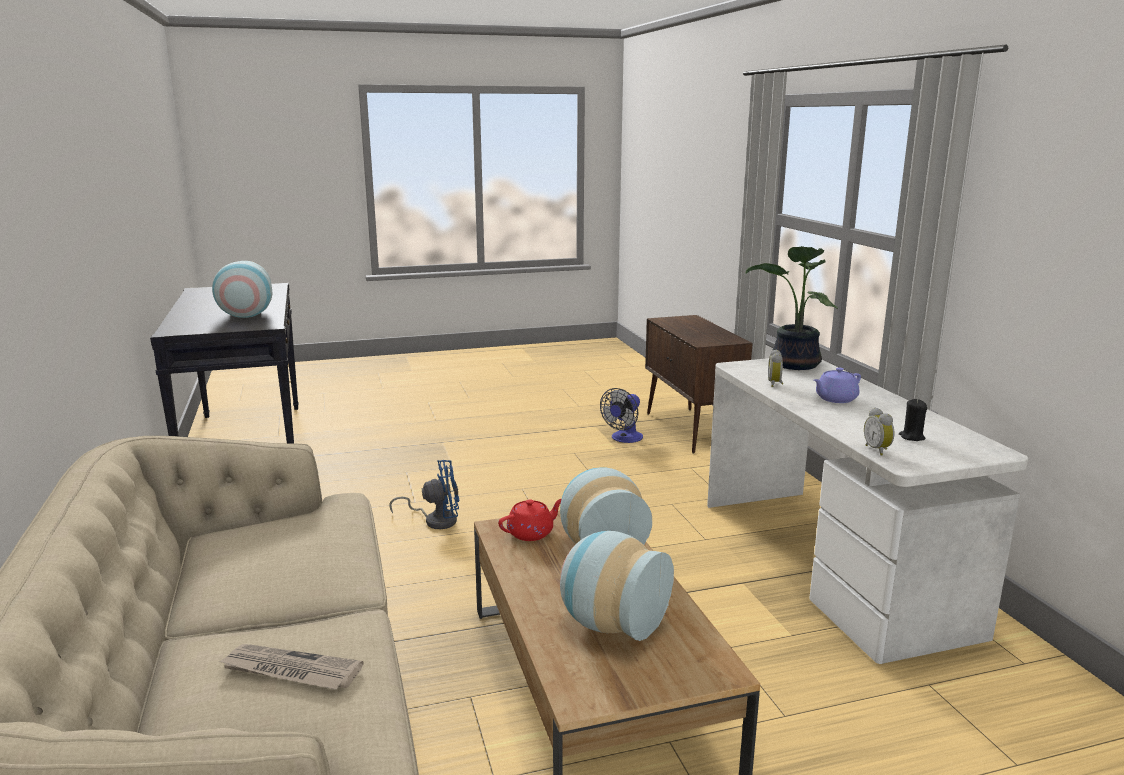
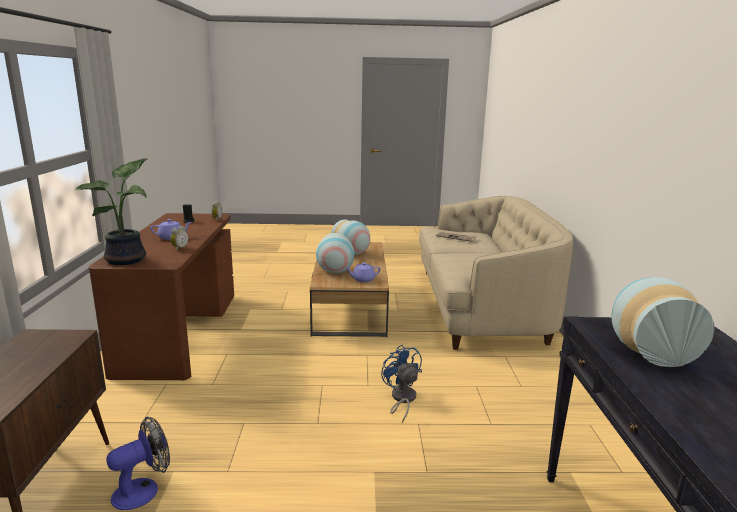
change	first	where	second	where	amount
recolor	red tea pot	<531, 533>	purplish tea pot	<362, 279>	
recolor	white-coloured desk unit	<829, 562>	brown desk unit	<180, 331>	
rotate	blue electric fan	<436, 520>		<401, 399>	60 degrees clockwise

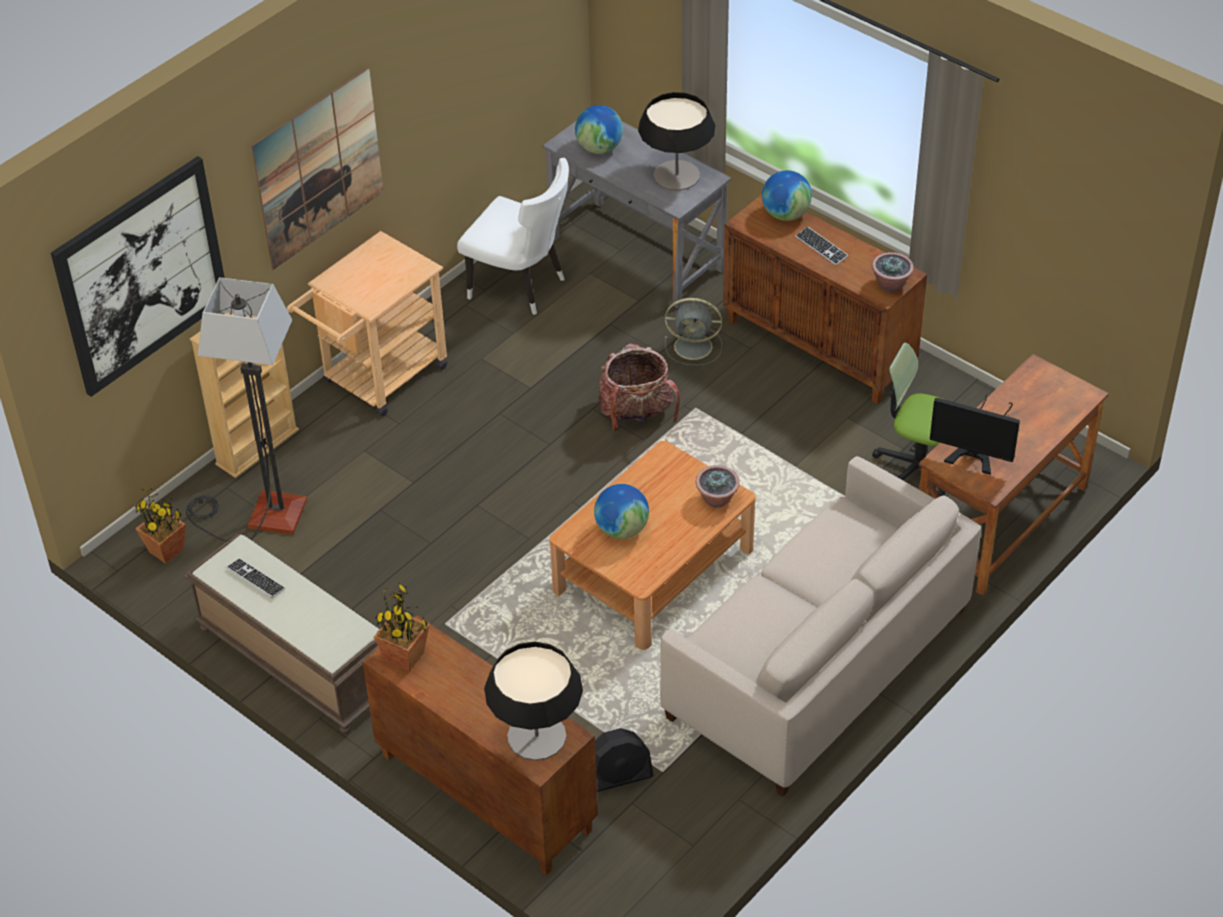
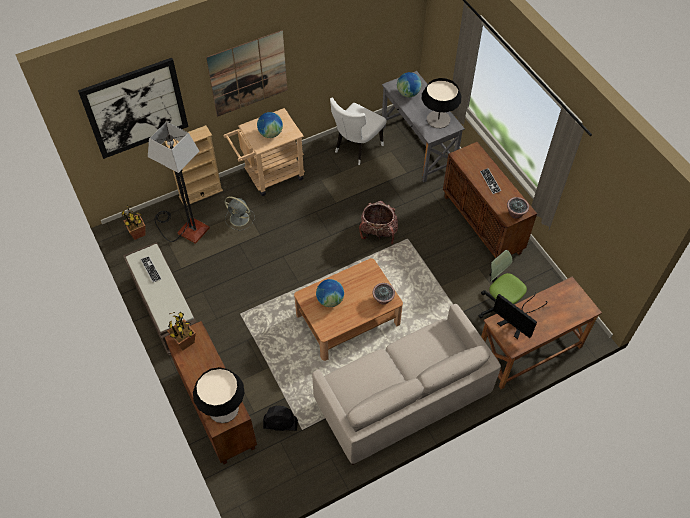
change	first	where	second	where	amount
move	gray electric fan	<695, 347>		<240, 219>	
move	globe	<785, 214>		<270, 133>	
rotate	white-coloured plain chair	<521, 287>		<356, 148>	75 degrees clockwise

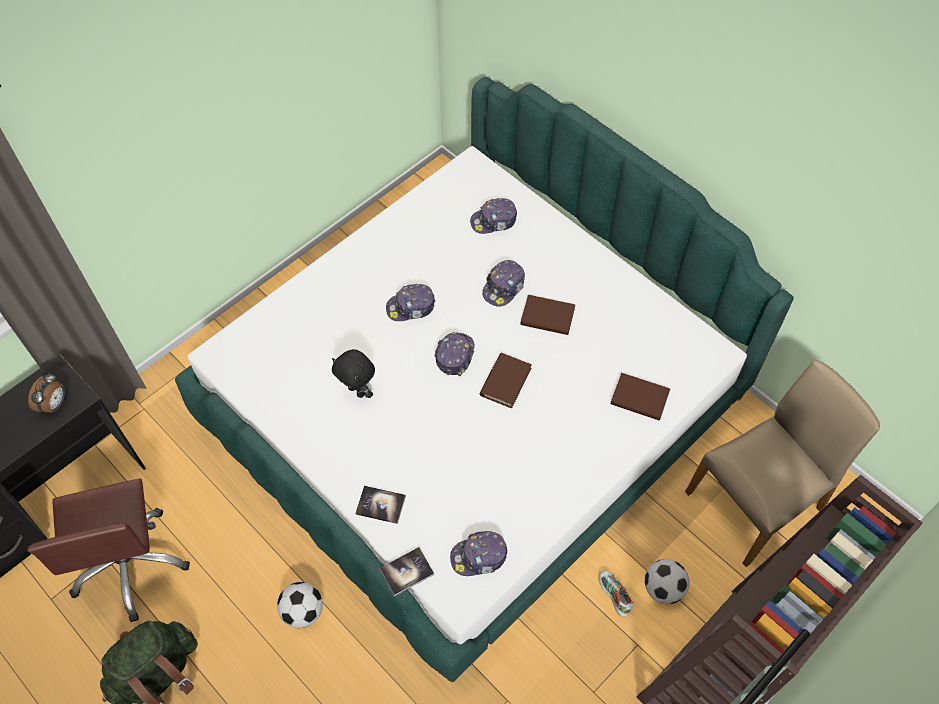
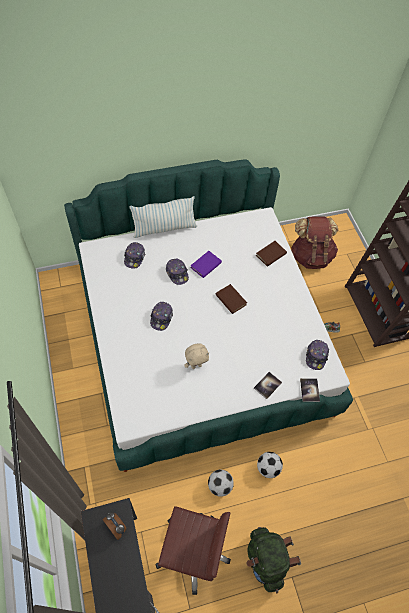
change	first	where	second	where	amount
delete	baseball cap	<454, 355>			
insert			pillow	<164, 228>	
move	ball for football	<663, 588>		<219, 485>	
replace	sand-coloured plain chair	<756, 501>	brown backpack	<310, 256>	
recolor	blackish cuddly toy	<358, 391>	sand-coloured cuddly toy	<196, 365>	
recolor	brown bound book	<547, 317>	purplish bound book	<206, 265>	

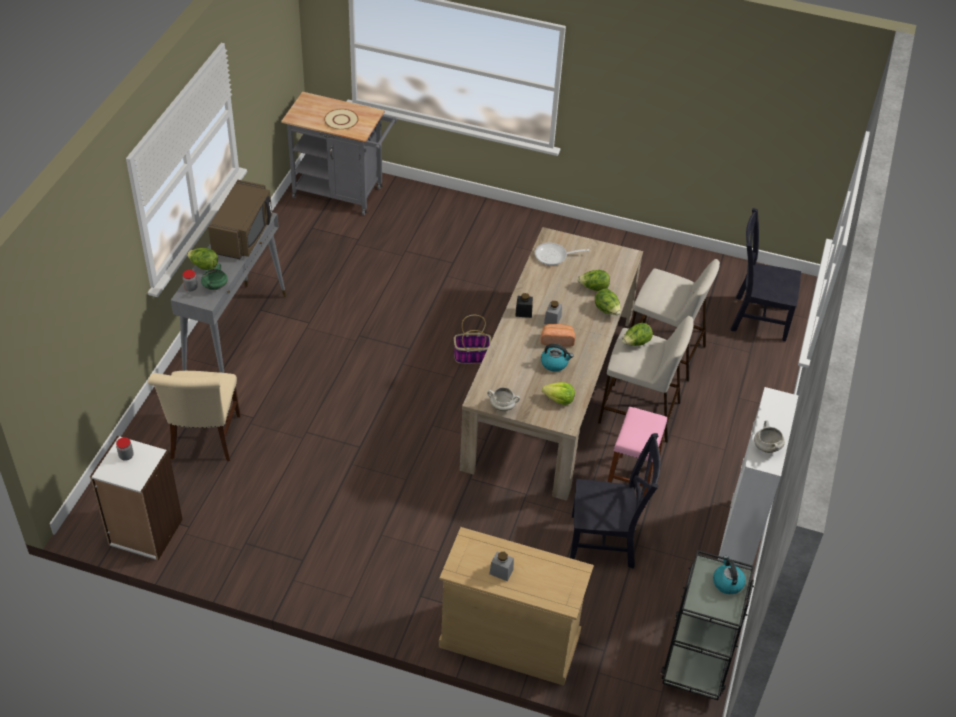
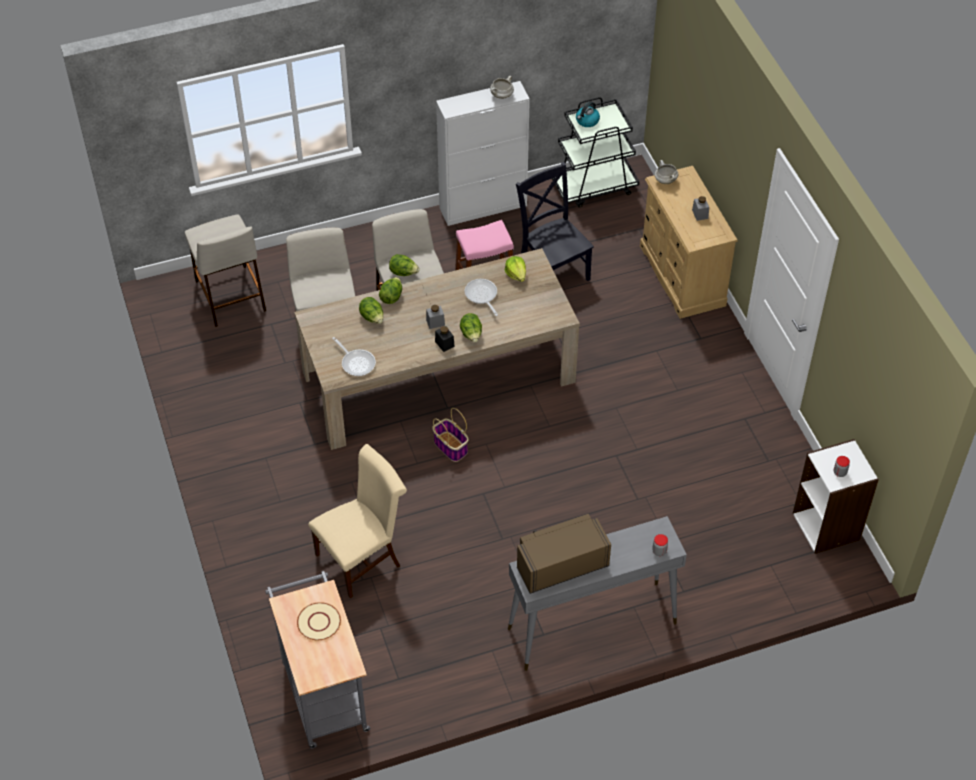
change	first	where	second	where	amount
delete	green-coloured stockpot	<215, 286>			
delete	baked bread	<557, 340>			
move	sand-coloured plain chair	<204, 440>		<362, 558>	
move	lettuce head	<204, 266>		<471, 335>	
move	white-coloured stockpot	<503, 406>		<665, 180>	
replace	kettle	<555, 363>	skillet	<482, 296>	
replace	blackish plain chair	<757, 317>	sand-coloured stool seat	<229, 295>	

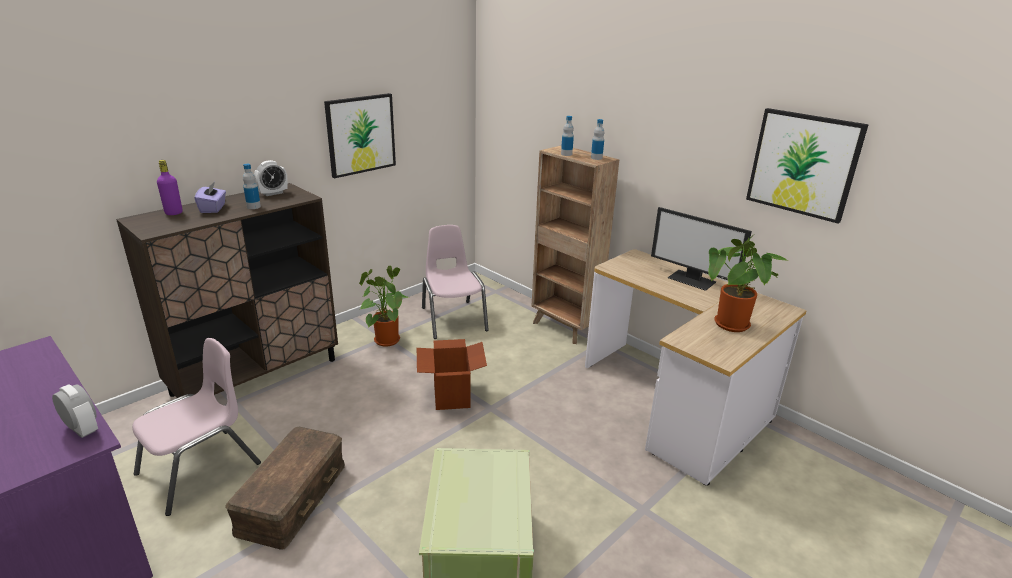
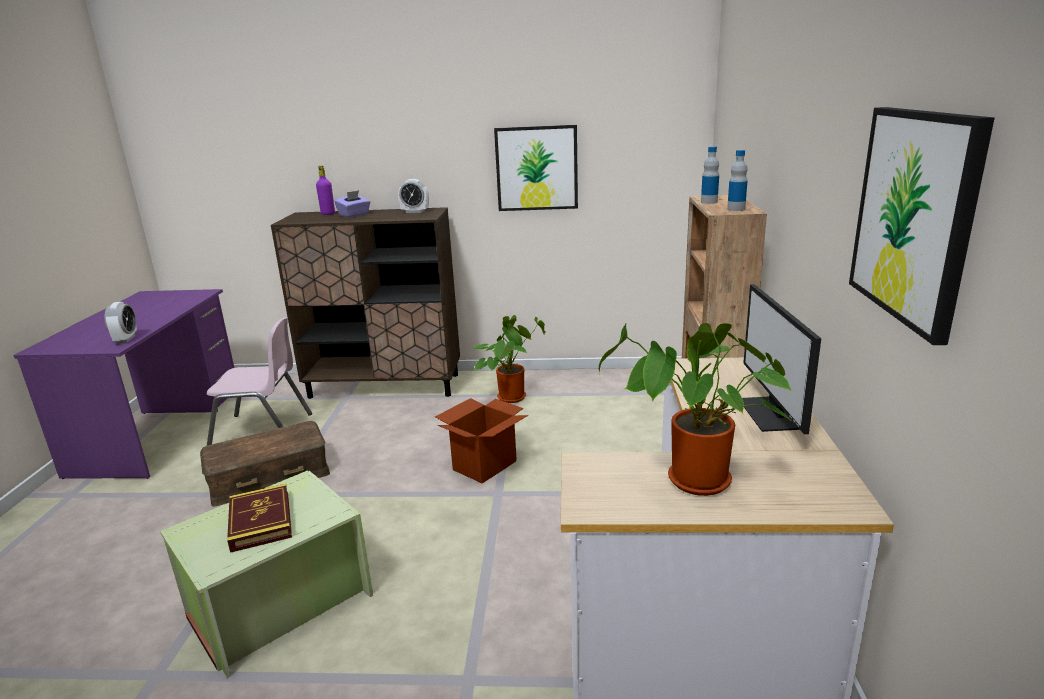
change	first	where	second	where	amount
delete	drink bottle	<253, 207>			
delete	pink-coloured plain chair	<453, 319>			
insert			bound book	<261, 521>	

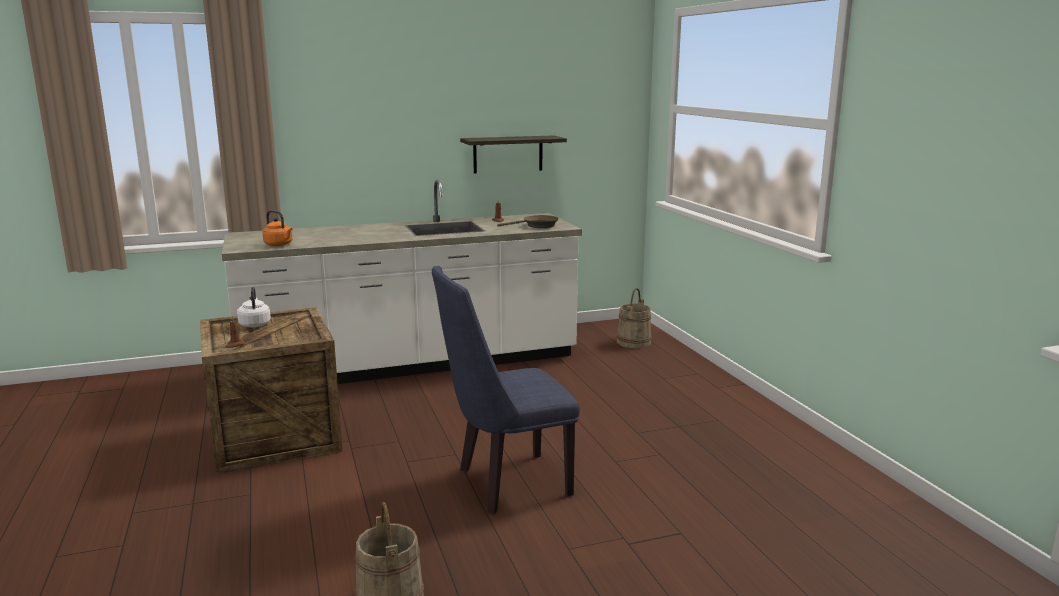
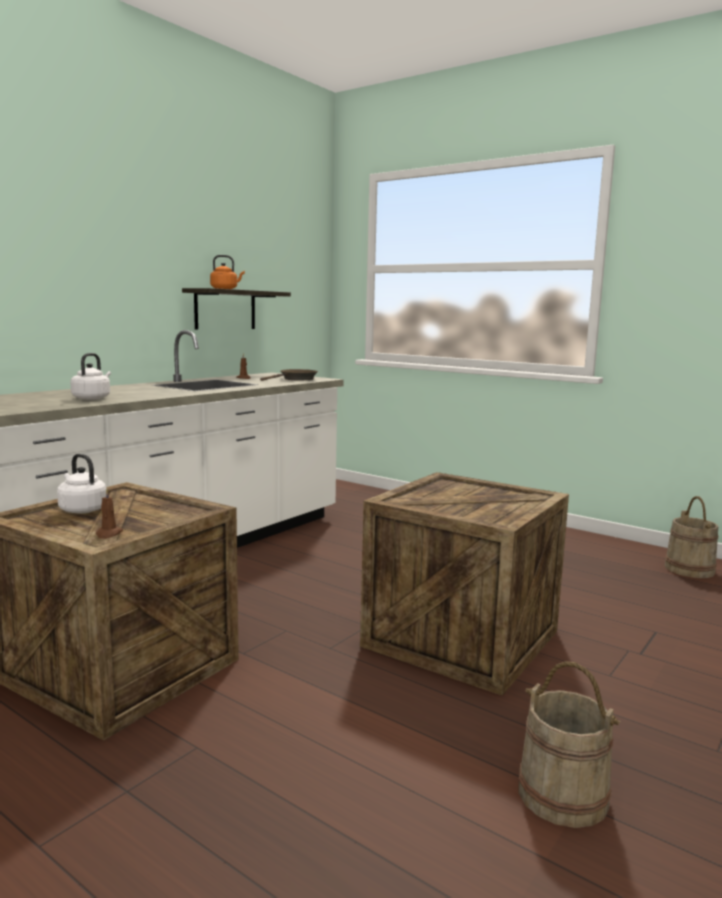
change	first	where	second	where	amount
insert			white-coloured kettle	<92, 398>	
move	orange kettle	<279, 245>		<225, 289>	
move	sand-coloured water bucket	<633, 342>		<689, 569>	
replace	blue plain chair	<504, 484>	crate	<460, 638>	

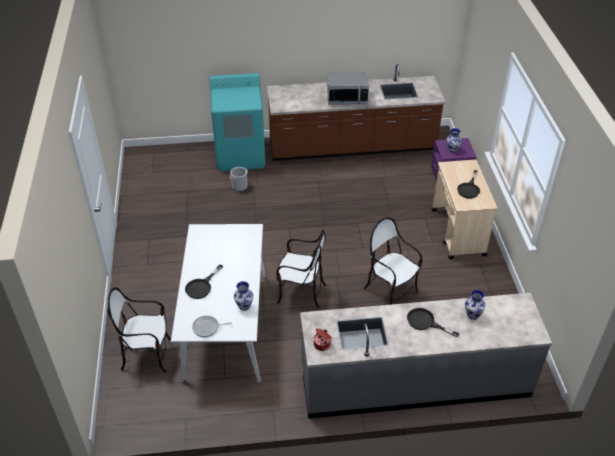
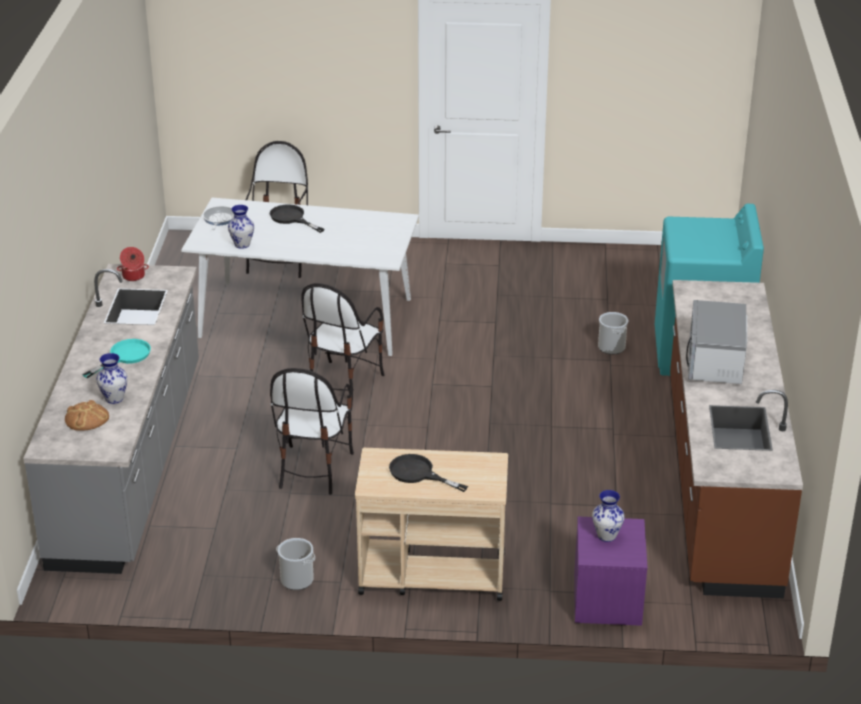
change	first	where	second	where	amount
insert			baked bread	<86, 418>	
insert			water bucket	<297, 579>	
recolor	blackish skillet	<425, 322>	turquoise skillet	<124, 356>	
rotate	plain chair	<390, 291>		<313, 469>	135 degrees clockwise

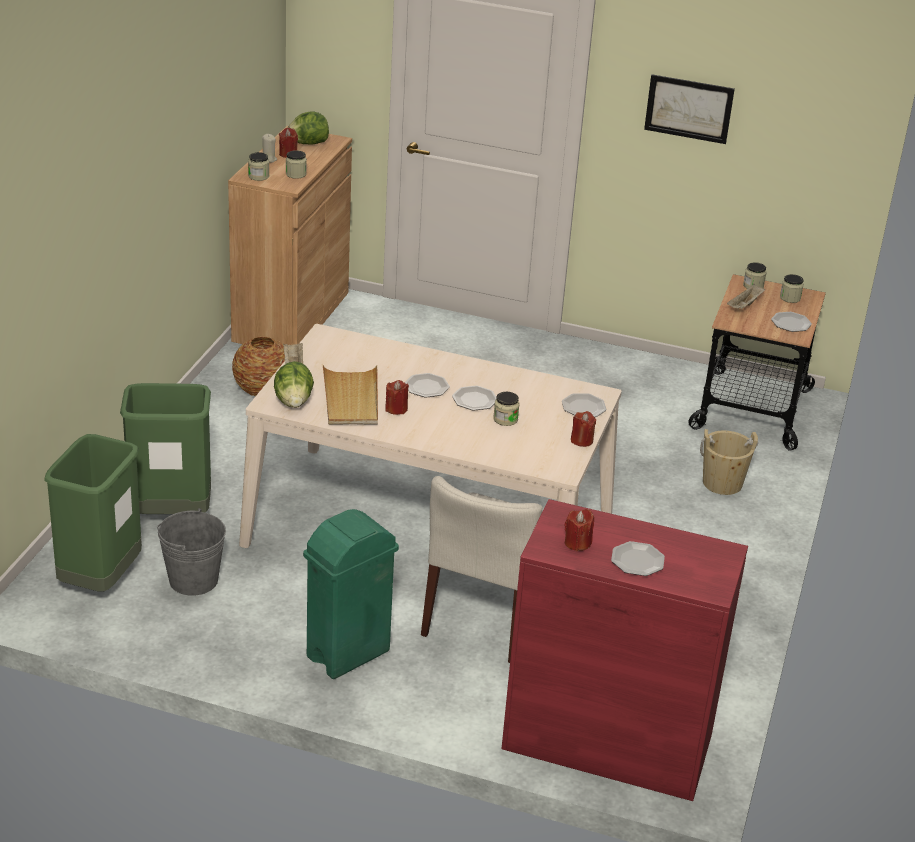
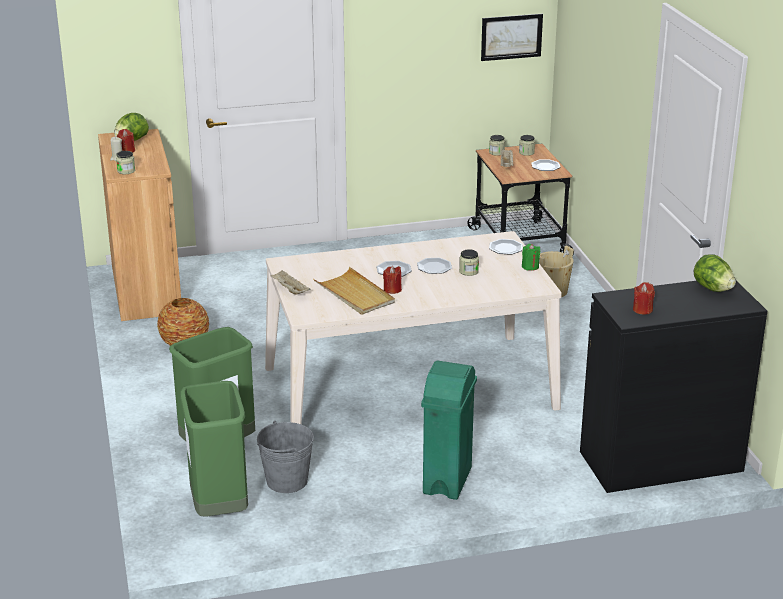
change	first	where	second	where	amount
delete	jar	<296, 174>			
delete	sand-coloured plain chair	<487, 617>			
delete	plate	<637, 561>			
move	lettuce head	<293, 402>		<712, 288>	
move	picture	<689, 108>		<511, 37>	
recolor	red cupboard	<607, 742>	blackish cupboard	<661, 461>	
recolor	red wax candle	<581, 440>	green-coloured wax candle	<530, 267>	

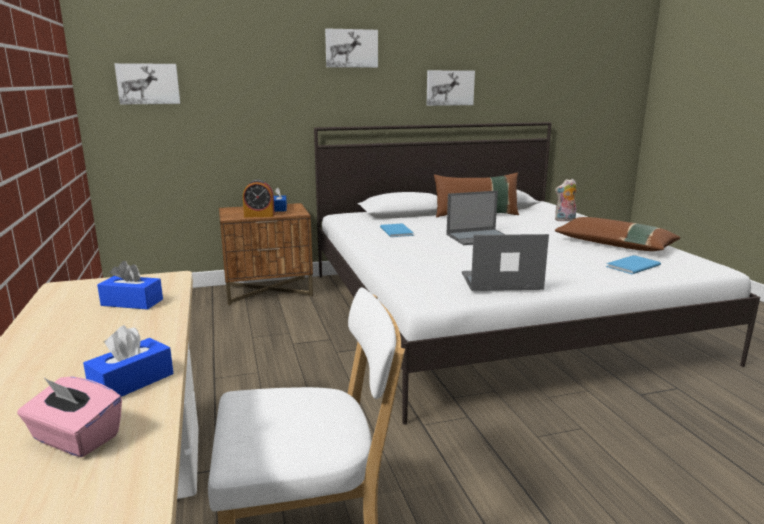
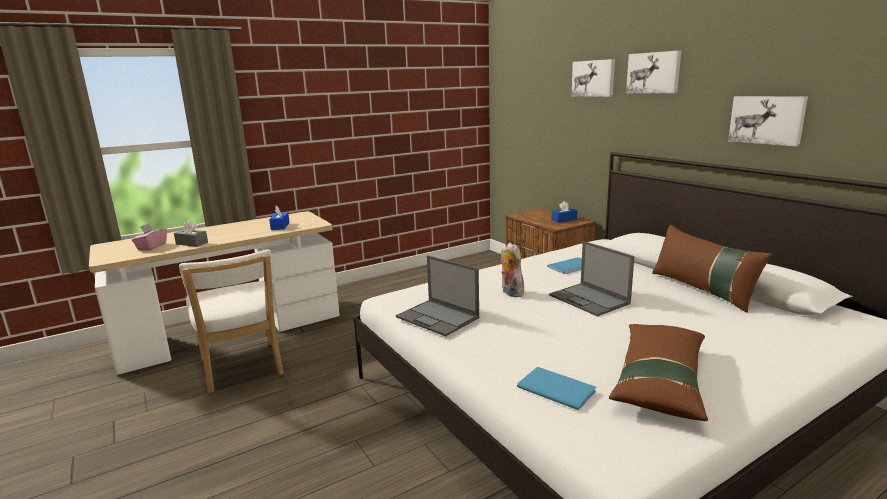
change	first	where	second	where	amount
delete	alarm clock	<259, 215>			
move	picture	<148, 84>		<594, 78>	
move	cuddly toy	<565, 220>		<510, 292>	
recolor	blue box of tissues	<132, 382>	gray box of tissues	<192, 243>	
rotate	notebook computer	<500, 281>		<438, 318>	150 degrees clockwise

